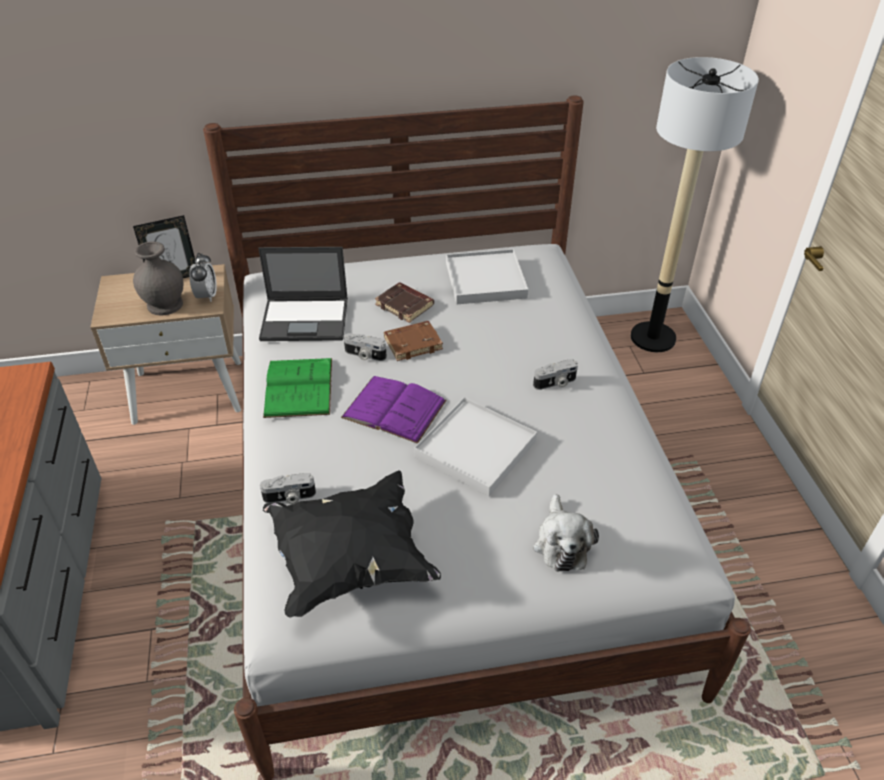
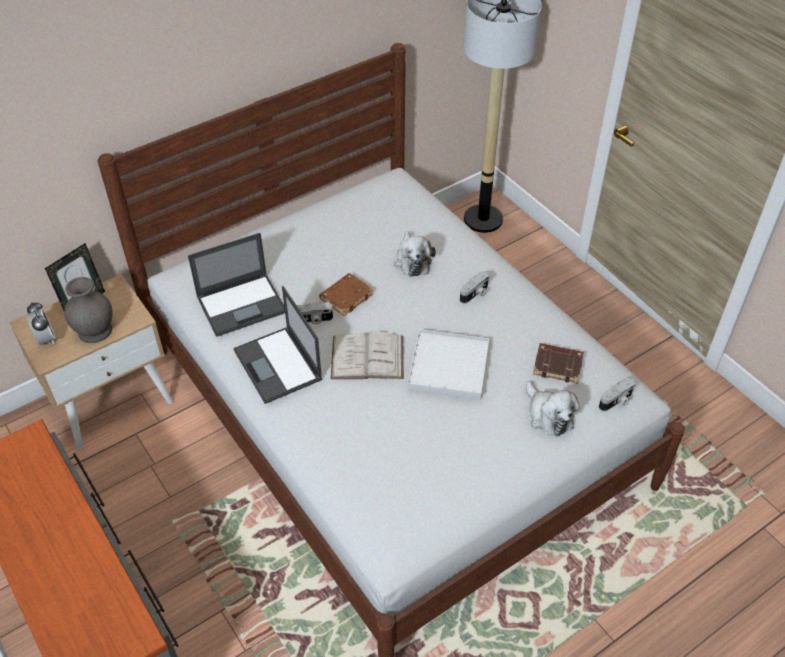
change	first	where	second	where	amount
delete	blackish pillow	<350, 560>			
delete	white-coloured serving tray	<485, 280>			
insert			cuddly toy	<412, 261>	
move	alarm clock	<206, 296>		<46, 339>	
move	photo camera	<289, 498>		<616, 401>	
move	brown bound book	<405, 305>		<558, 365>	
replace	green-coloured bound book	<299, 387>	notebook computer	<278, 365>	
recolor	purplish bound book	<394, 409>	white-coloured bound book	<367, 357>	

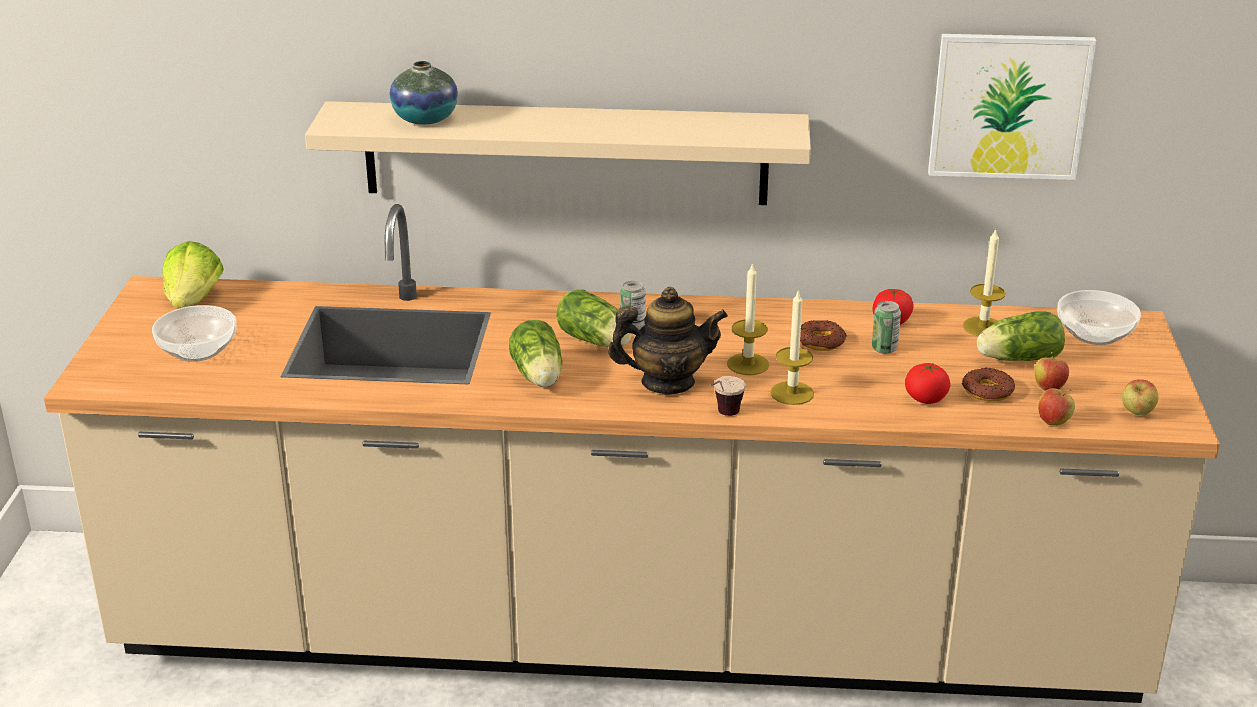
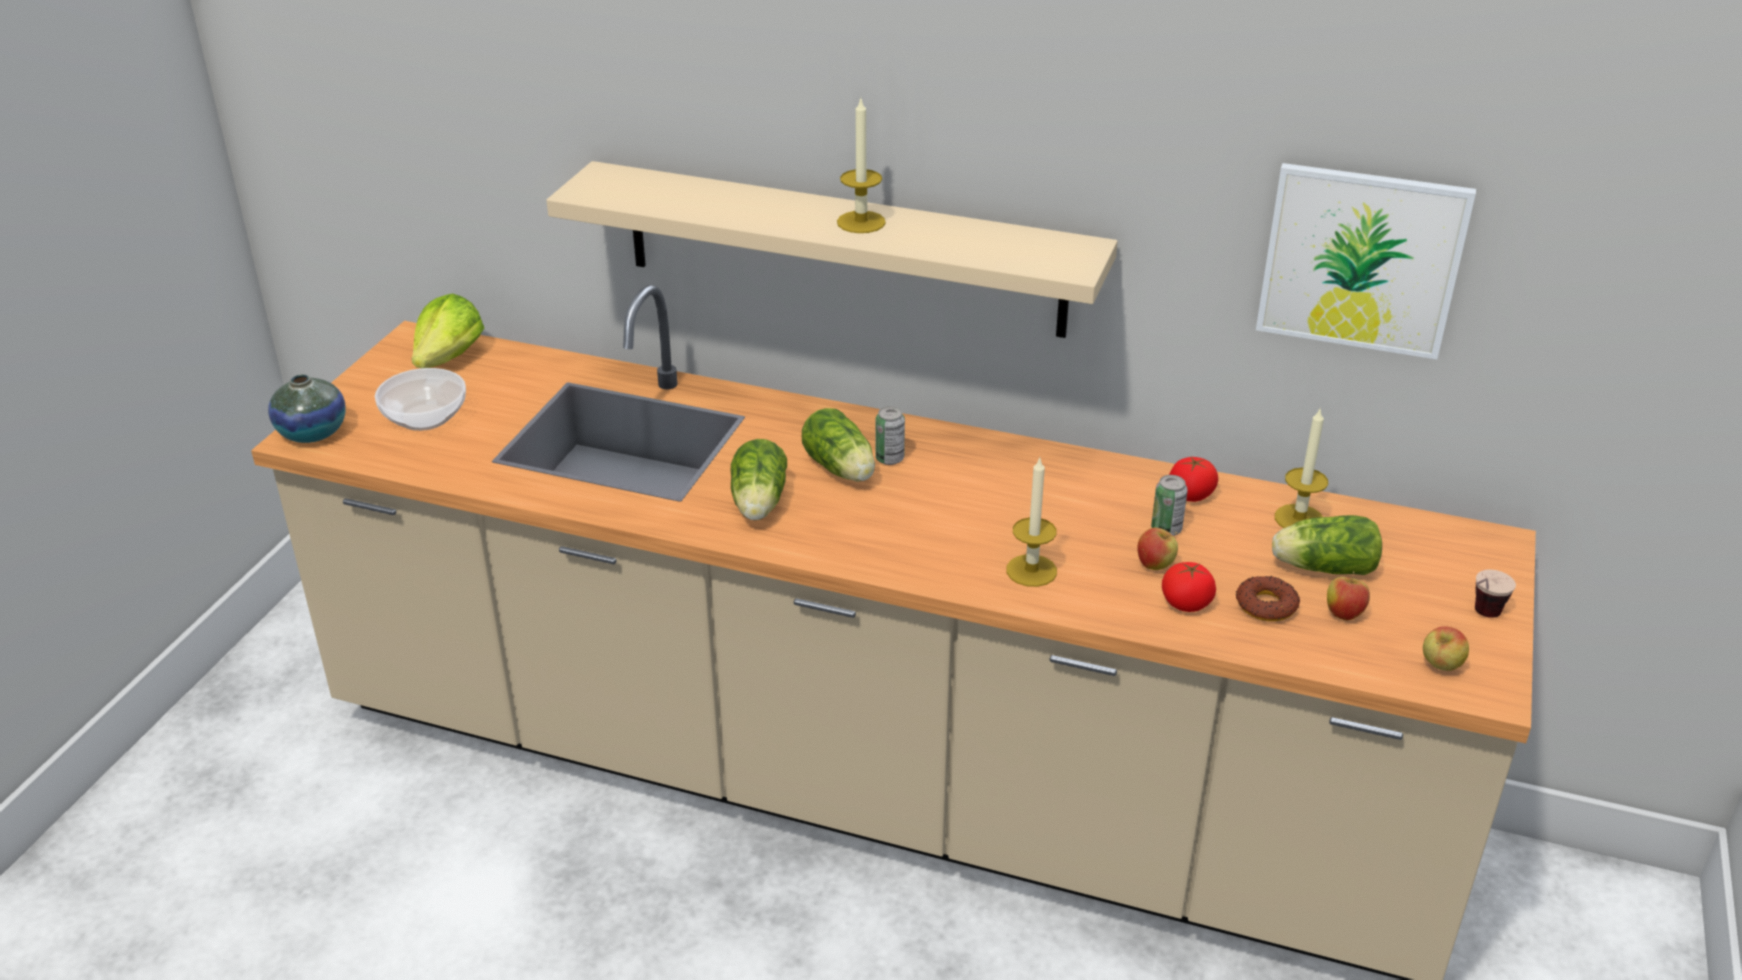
change	first	where	second	where	amount
delete	tea pot	<667, 382>			
delete	ring doughnut	<821, 341>			
delete	serving bowl	<1095, 333>			
move	flower vase	<425, 119>		<312, 433>	
move	cup	<722, 417>		<1480, 617>	
move	wax candle	<748, 364>		<861, 222>	
move	apple fruit	<1054, 422>		<1155, 565>	

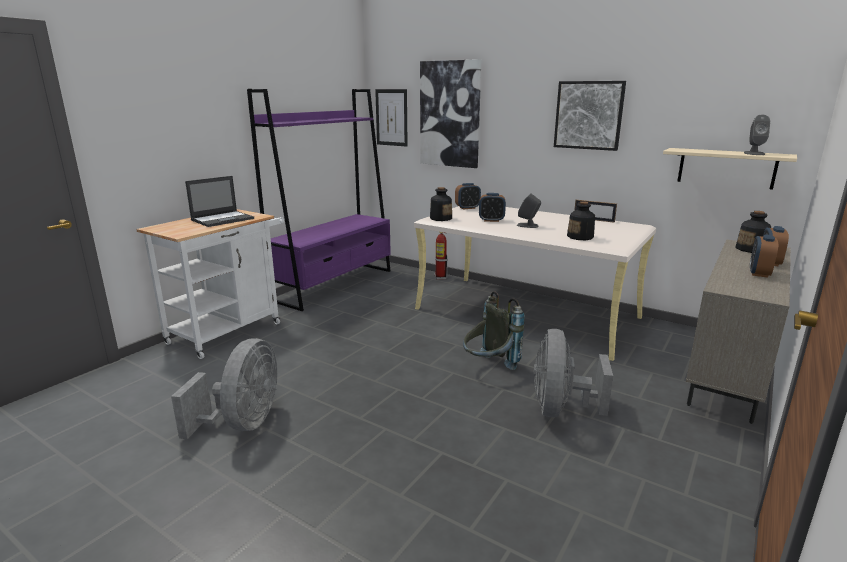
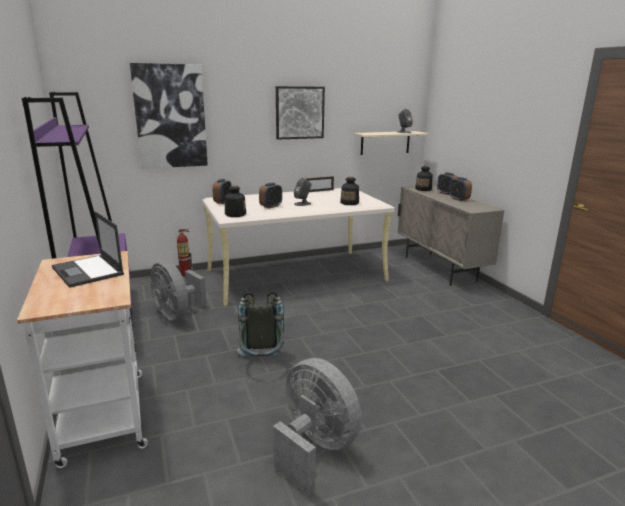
change	first	where	second	where	amount
delete	picture	<391, 117>			
move	gray backpack	<489, 367>		<262, 363>	
move	gray electric fan	<560, 409>		<177, 314>	
rotate	notebook computer	<223, 219>		<88, 271>	150 degrees clockwise

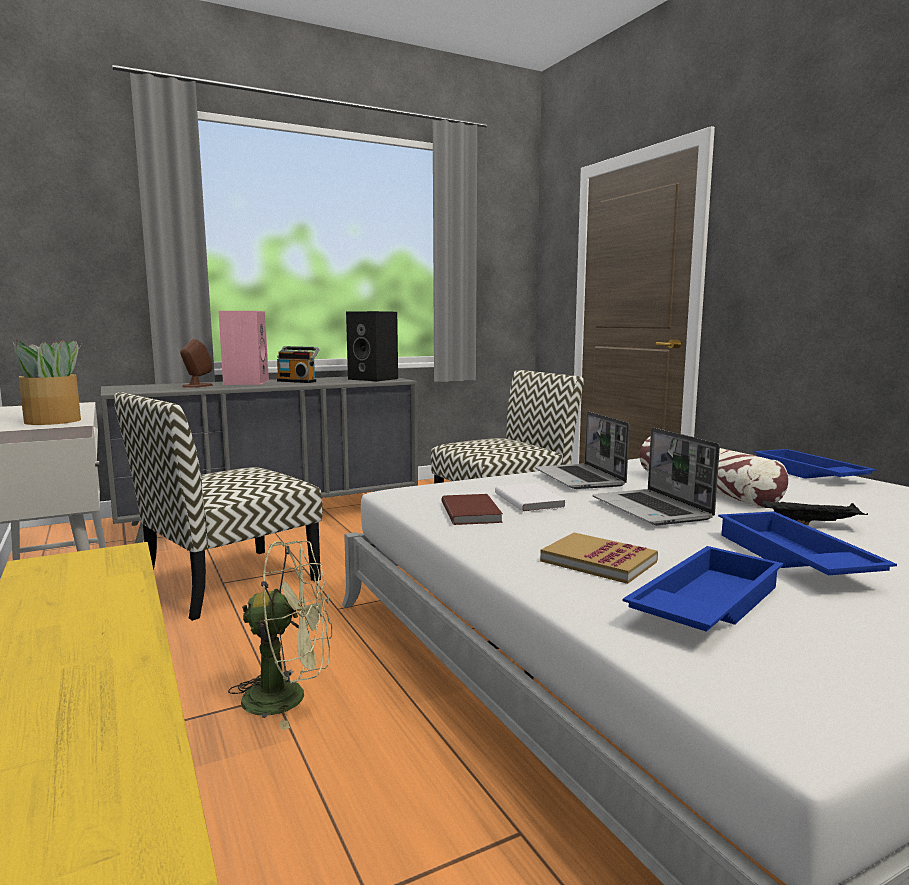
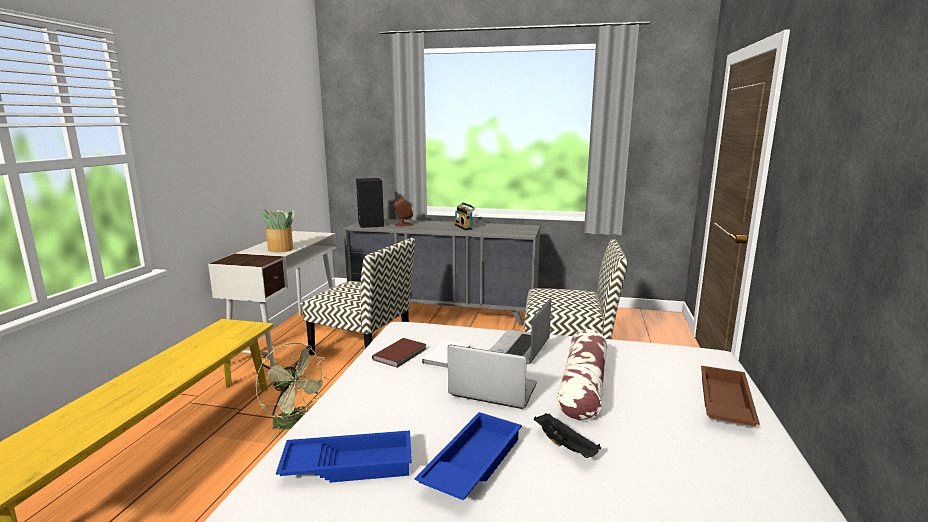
change	first	where	second	where	amount
delete	pink-coloured audio speaker	<245, 382>			
delete	bound book	<598, 561>			
move	blackish audio speaker	<374, 379>		<371, 224>	
recolor	blue serving tray	<807, 474>	brown serving tray	<723, 403>	
rotate	plain chair	<228, 582>		<364, 348>	150 degrees counterclockwise
rotate	notebook computer	<652, 509>		<491, 390>	90 degrees clockwise

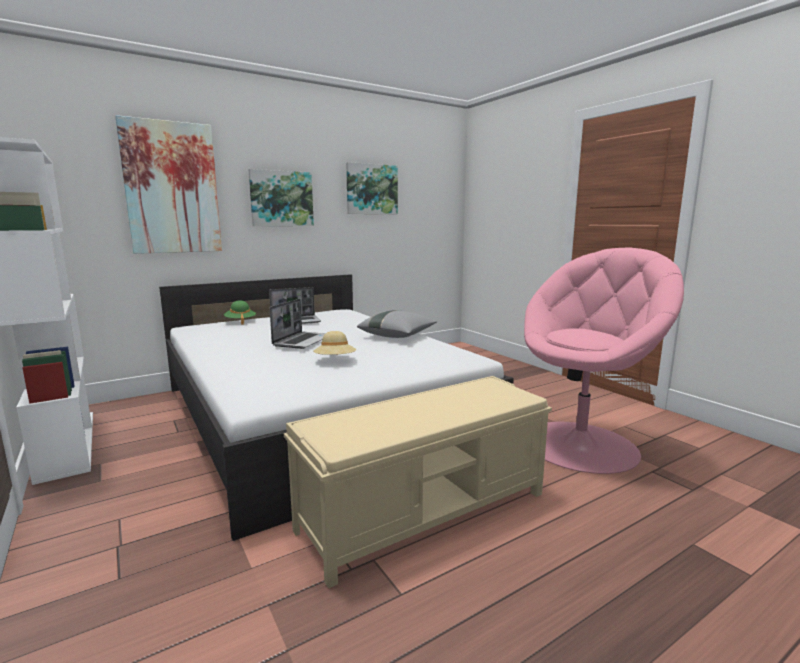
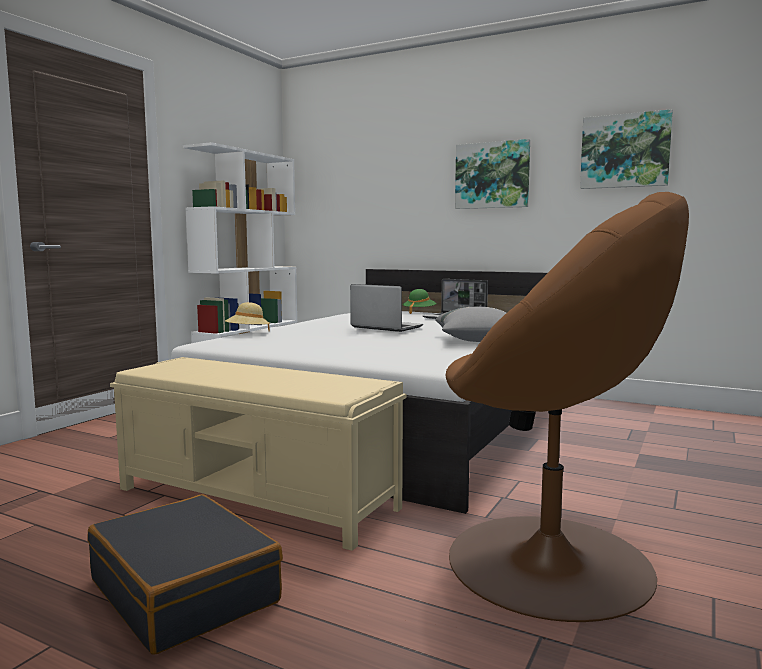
change	first	where	second	where	amount
delete	picture	<172, 188>			
insert			blackish piece of luggage	<185, 591>	
move	sand-coloured clothing hat	<335, 360>		<248, 333>	
recolor	pink-coloured easy chair	<581, 445>	brown easy chair	<552, 563>	
rotate	notebook computer	<302, 341>		<385, 327>	135 degrees counterclockwise

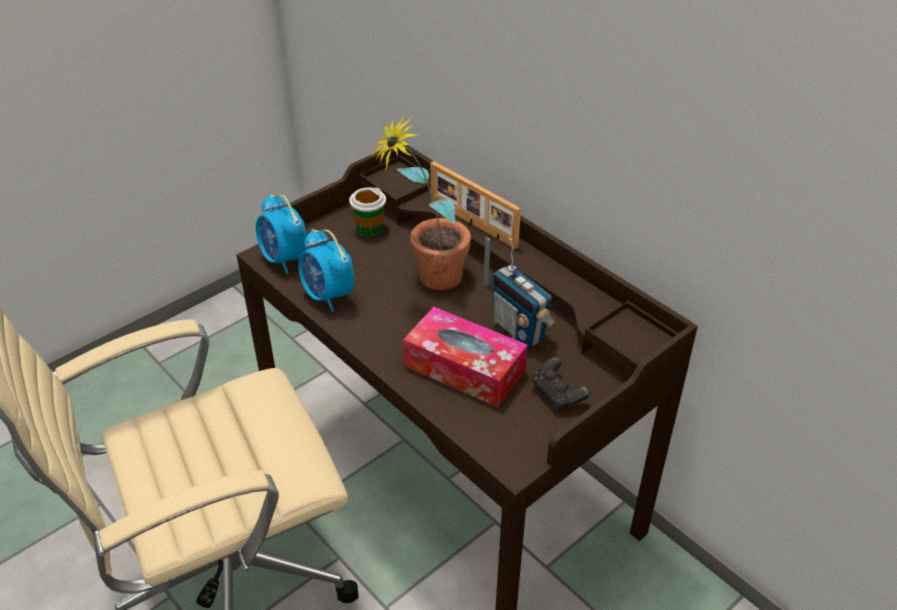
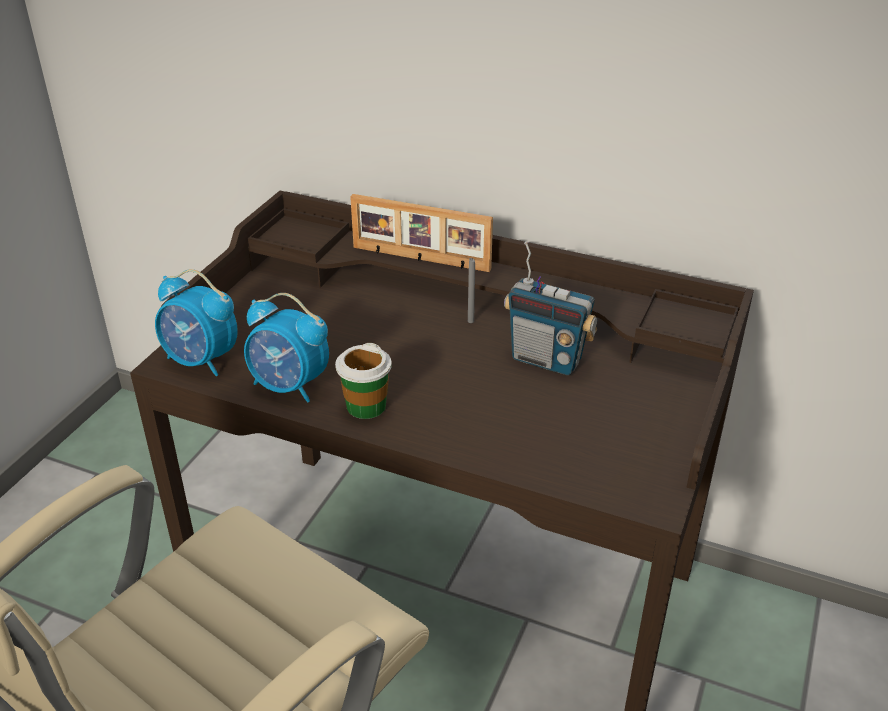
change	first	where	second	where	amount
delete	potted plant	<427, 280>			
delete	box of tissues	<464, 368>			
delete	blackish game controller	<558, 394>			
move	cup	<369, 228>		<366, 406>	

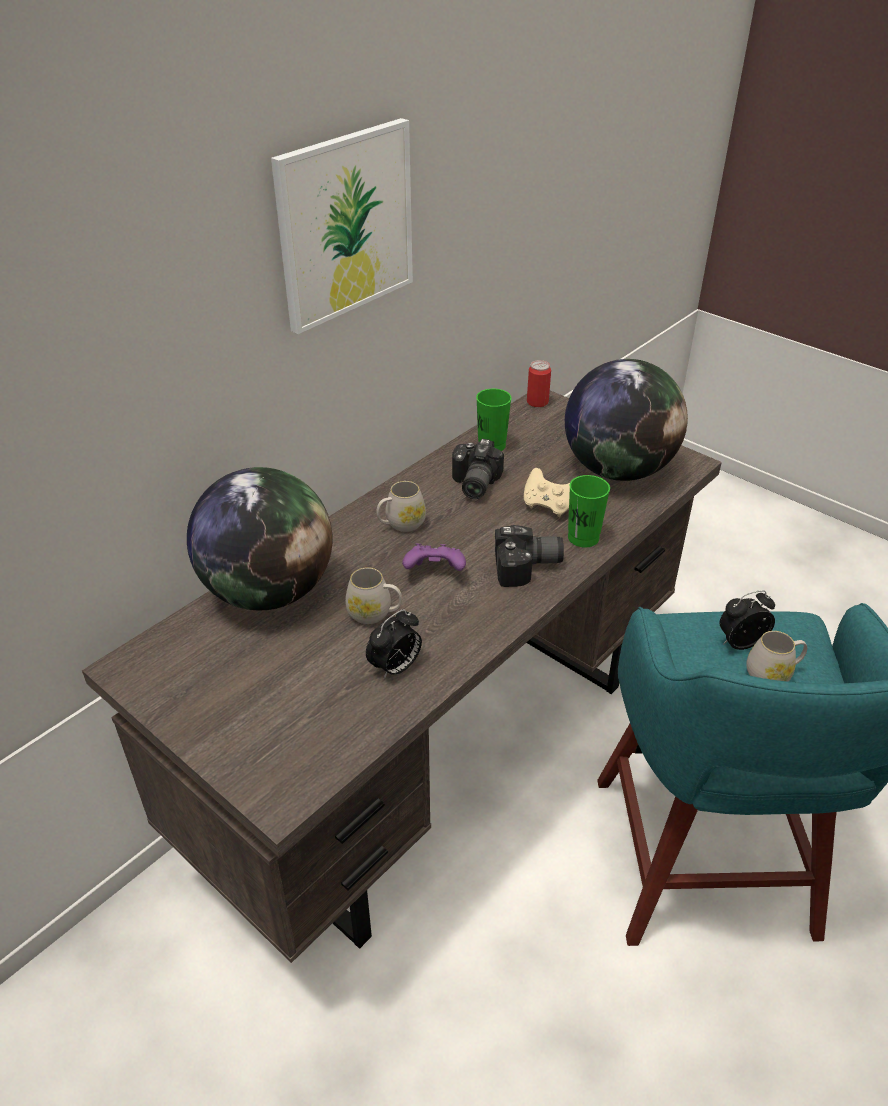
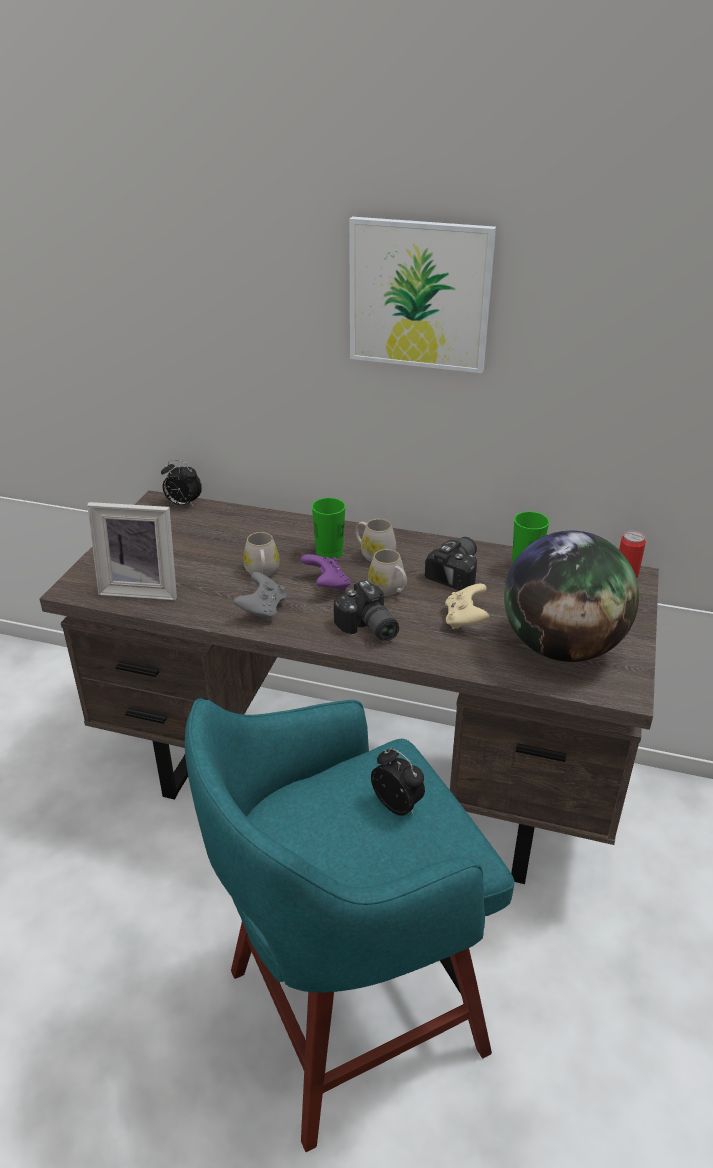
change	first	where	second	where	amount
delete	globe	<269, 591>			
insert			picture frame	<142, 588>	
insert			gray game controller	<262, 610>	
move	alarm clock	<395, 668>		<183, 504>	
move	green-coloured cup	<583, 538>		<329, 552>	
move	white-coloured coffee mug	<772, 674>		<389, 590>	
rotate	photo camera	<472, 484>		<458, 572>	135 degrees clockwise

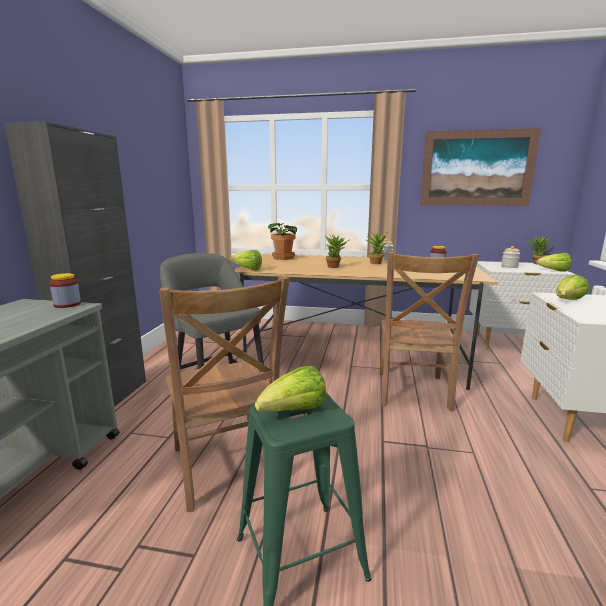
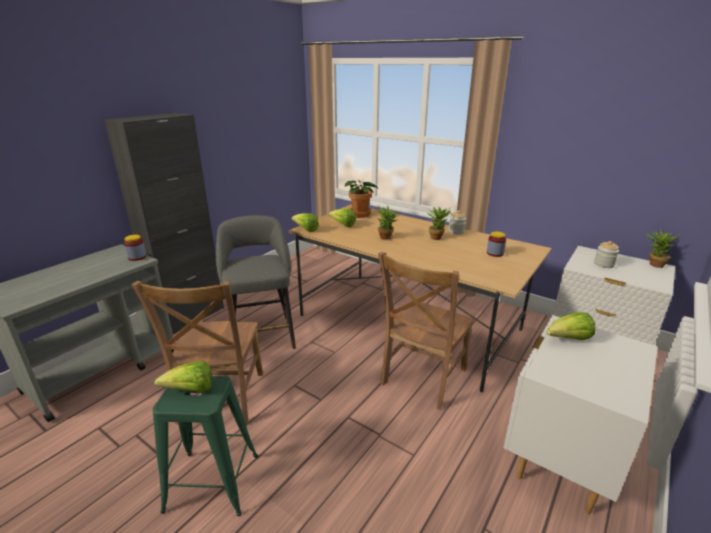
change	first	where	second	where	amount
delete	picture	<477, 168>			
move	lettuce head	<554, 271>		<343, 225>	

